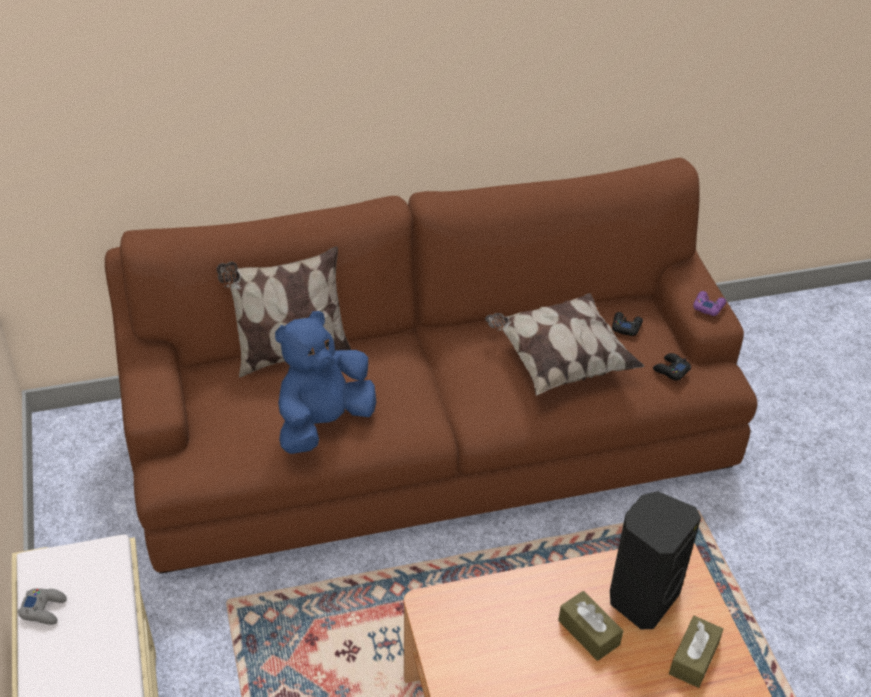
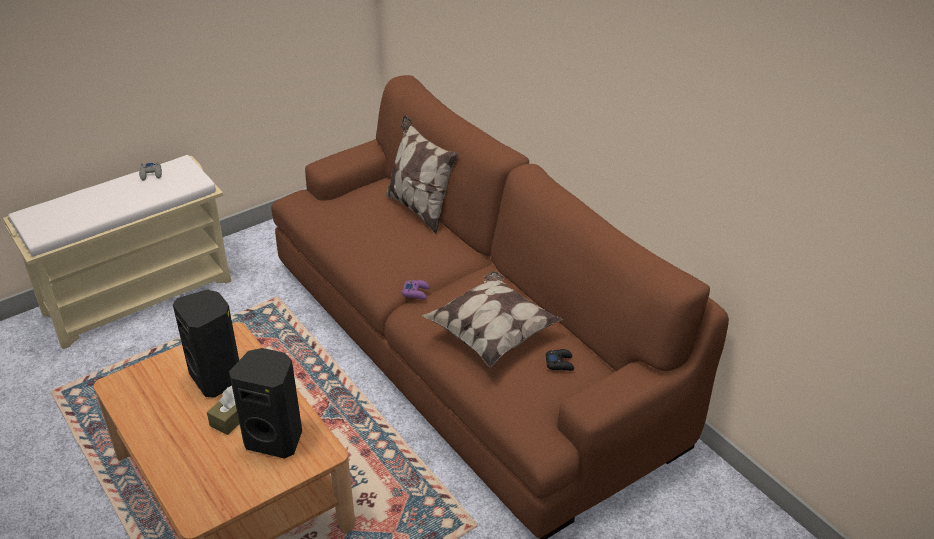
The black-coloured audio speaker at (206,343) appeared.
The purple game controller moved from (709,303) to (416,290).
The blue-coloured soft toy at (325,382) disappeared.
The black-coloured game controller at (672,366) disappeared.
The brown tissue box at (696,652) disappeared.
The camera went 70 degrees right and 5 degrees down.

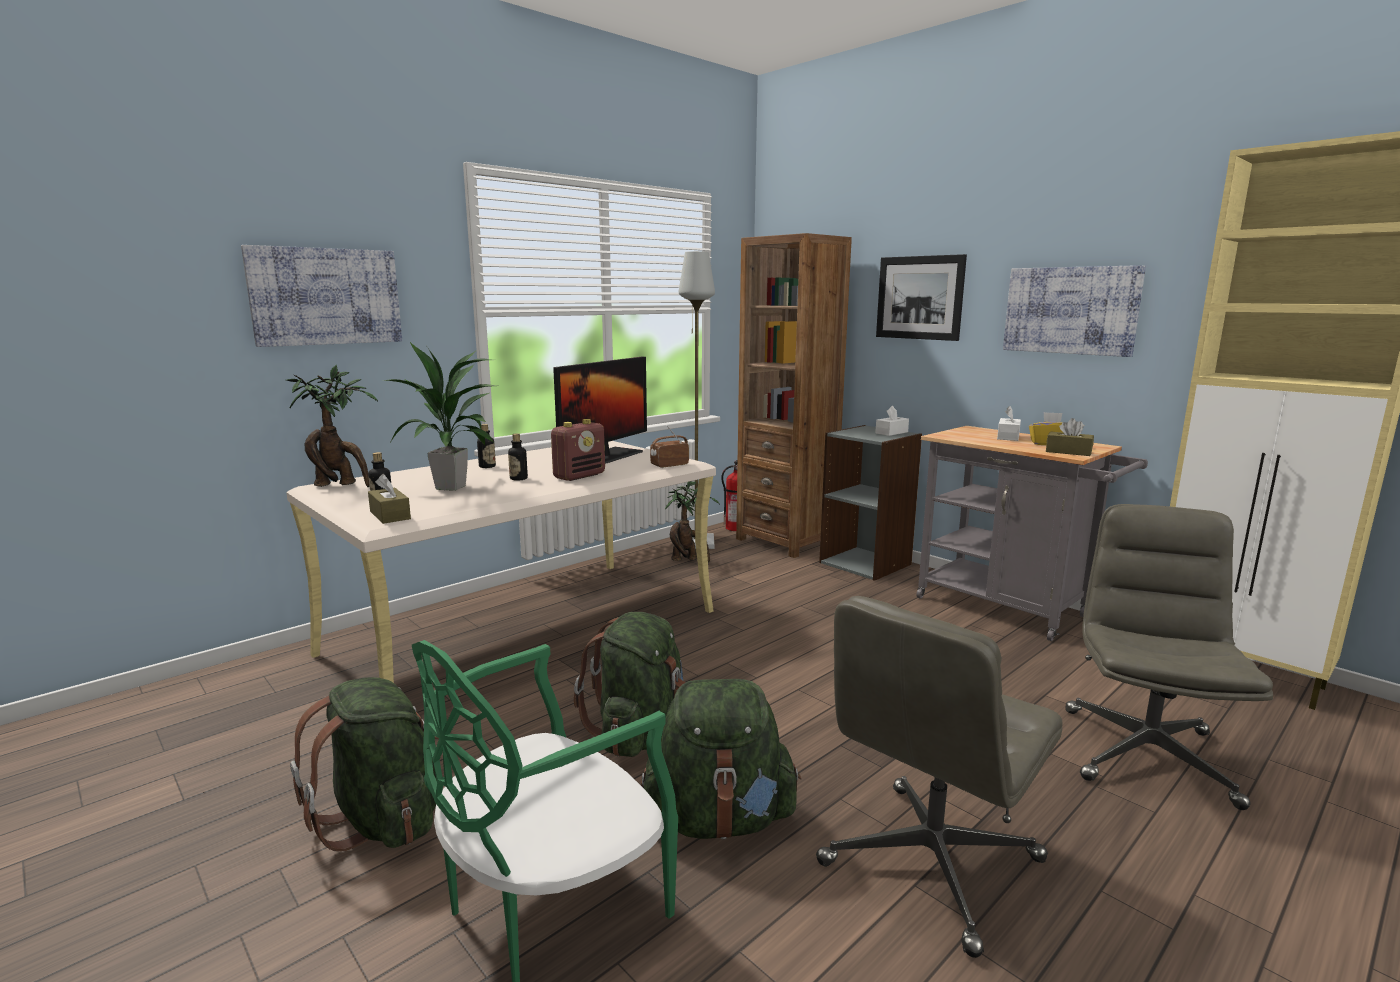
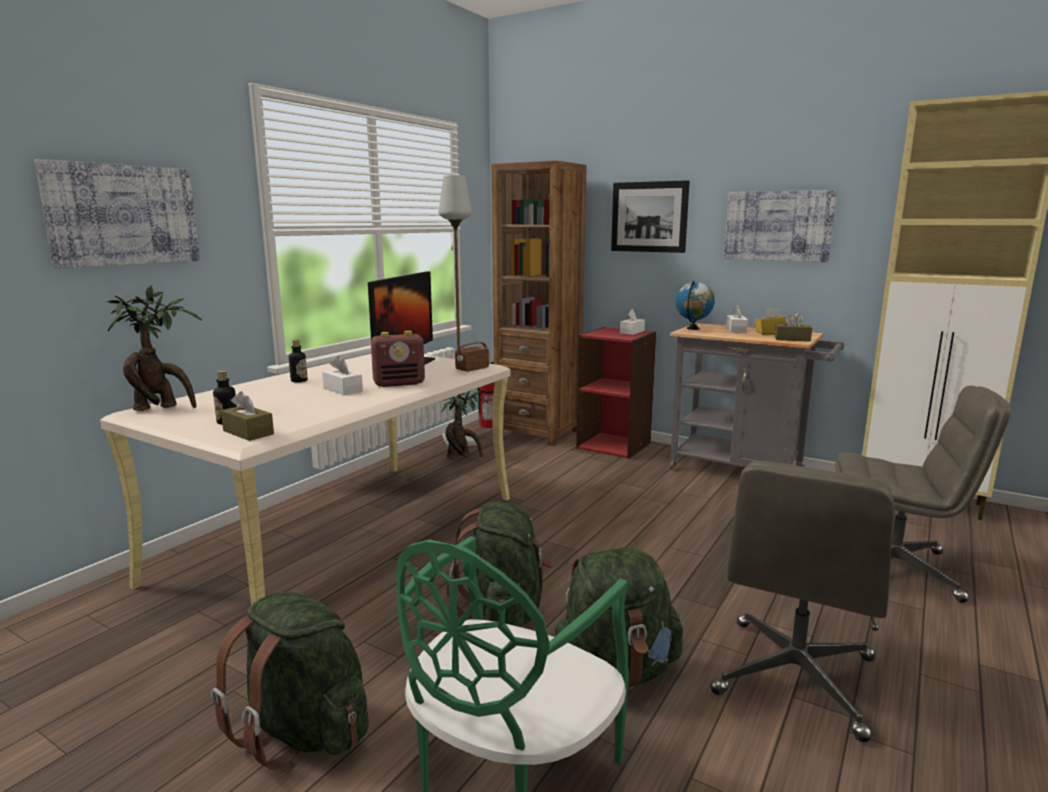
The beverage bottle at (518,457) was replaced by the whitish tissue box at (342,375).
The radio at (578,450) turned 45 degrees clockwise.
The greyish shelving unit at (870,503) became the reddish shelving unit at (616,393).
The globe at (695,305) appeared.
The greyish office chair at (1169,657) turned 105 degrees clockwise.
The plant in a pot at (438,416) disappeared.
The camera went 15 degrees left and 0 degrees up.

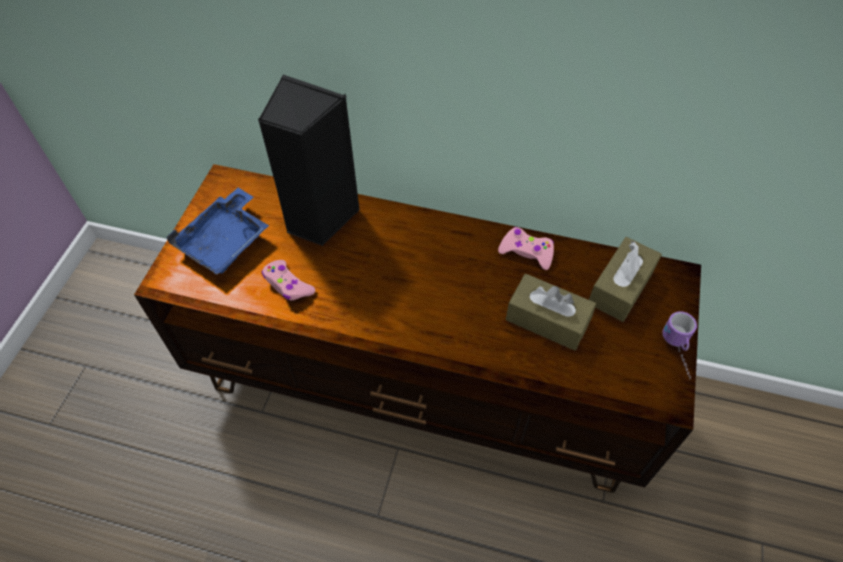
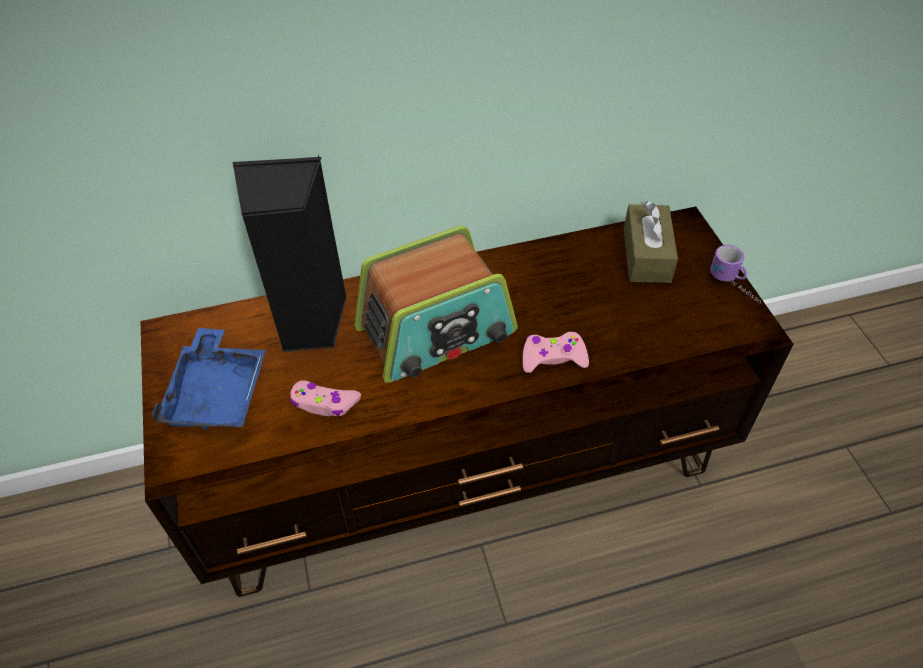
The radio at (436,304) appeared.
The pink game controller moved from (526,248) to (555,352).
The brown tissue box at (551,312) disappeared.
The camera went 30 degrees left and 5 degrees down.

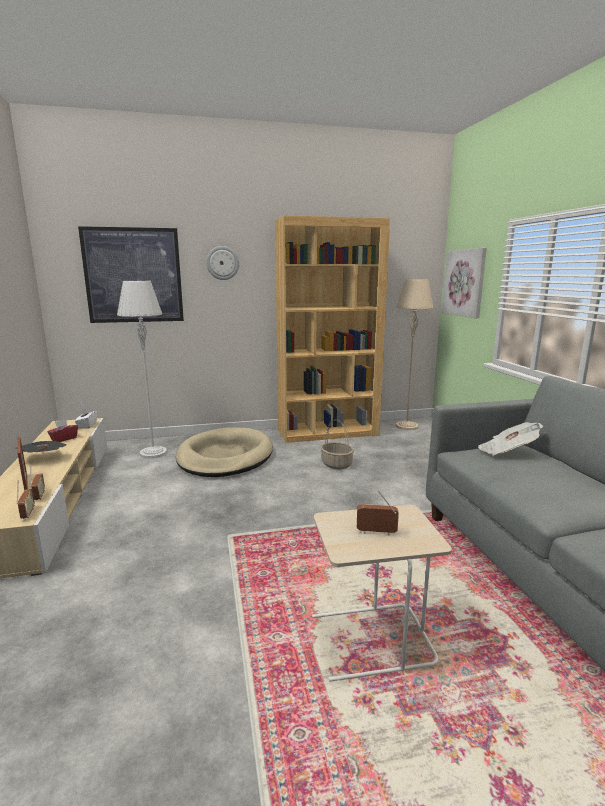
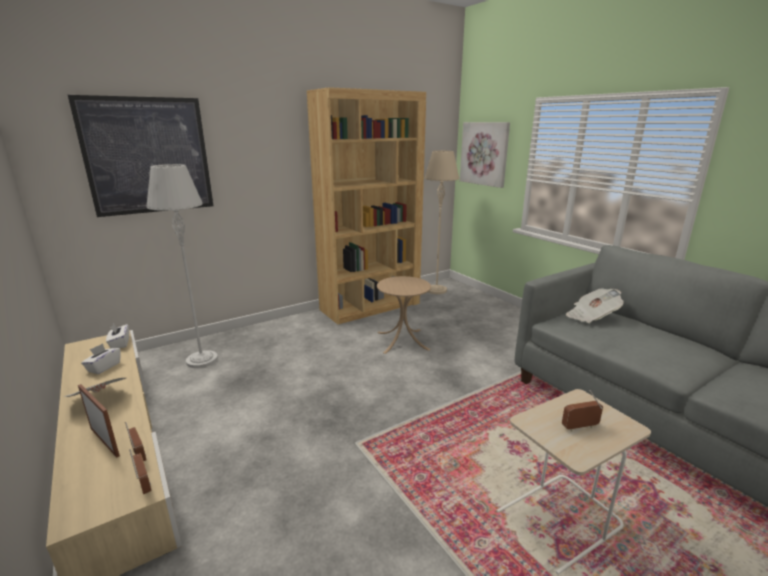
The reddish tissue box at (62,430) became the whitish tissue box at (101,358).
The household basket at (337,444) was replaced by the beige side table at (404,315).
The beige dog bed at (224,452) disappeared.
The hanging clock at (222,263) disappeared.
The camera went 20 degrees left and 5 degrees up.

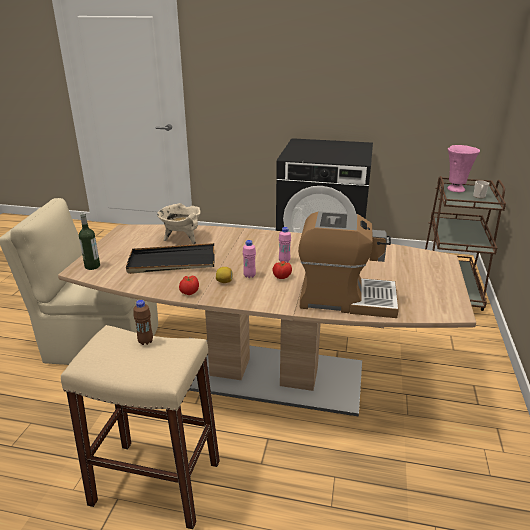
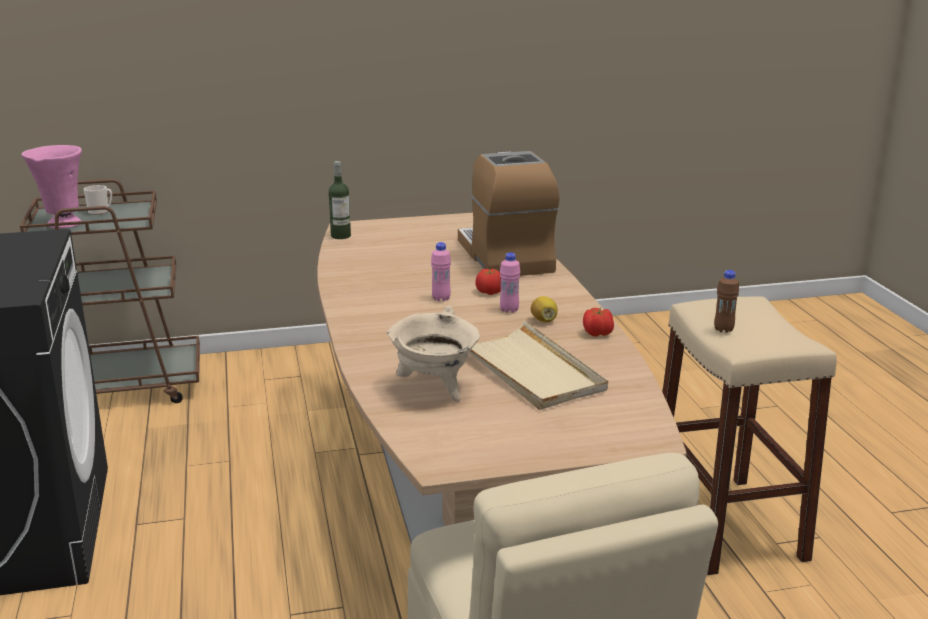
The beverage bottle moved from (89,241) to (340,200).
The black-coloured carrying tray at (170,258) became the beige carrying tray at (538,365).
The camera went 115 degrees left and 5 degrees down.

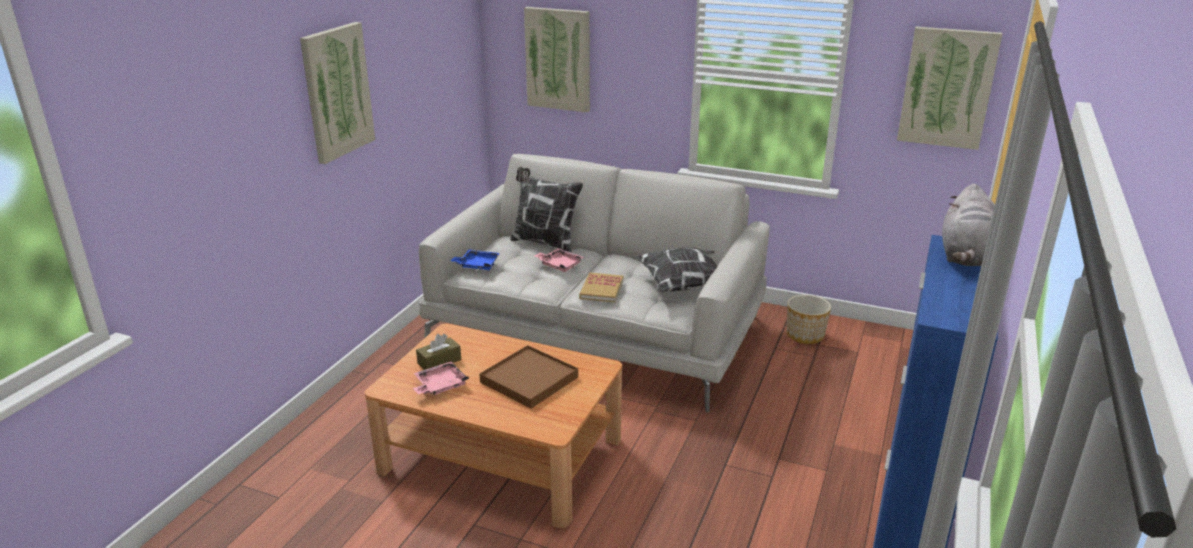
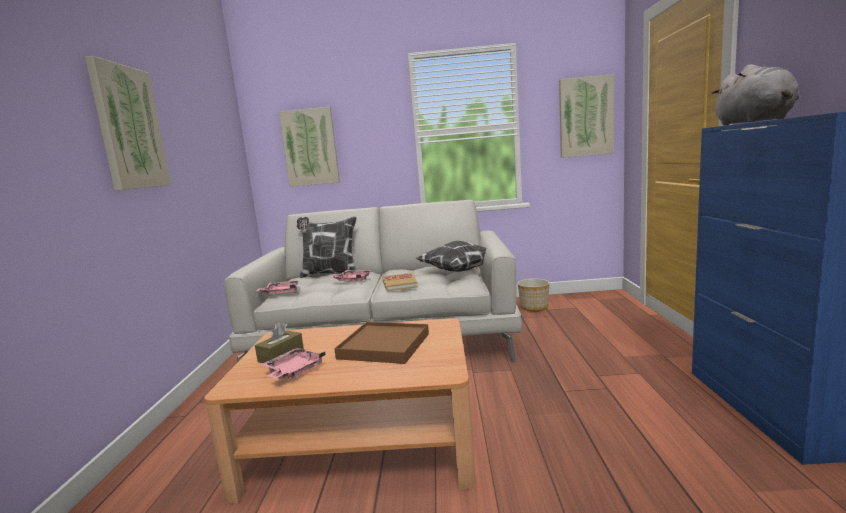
The blue-coloured carrying tray at (475,259) became the pink carrying tray at (278,287).
The camera went 20 degrees left and 15 degrees down.

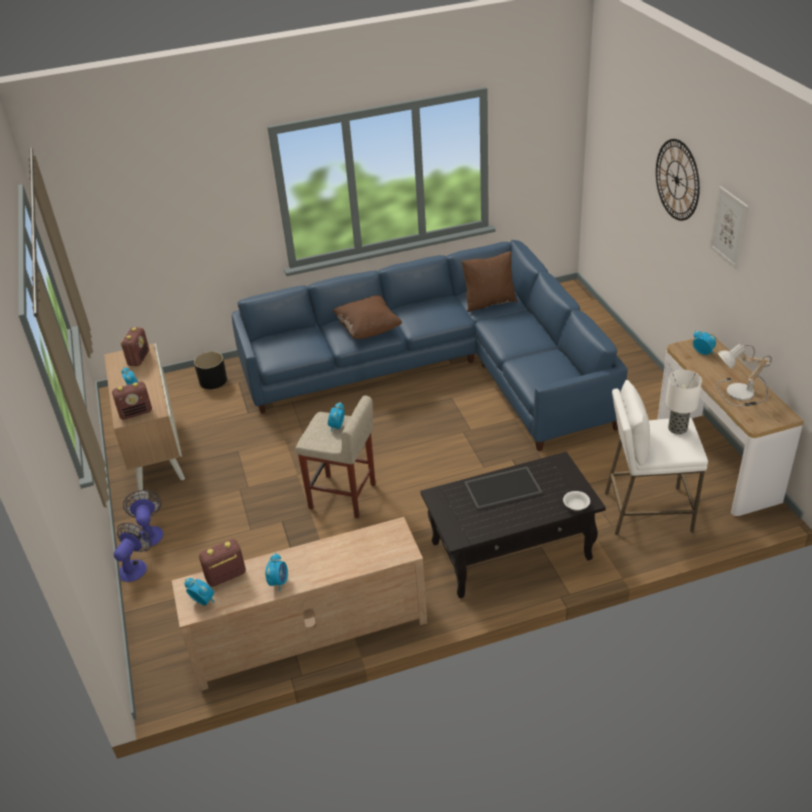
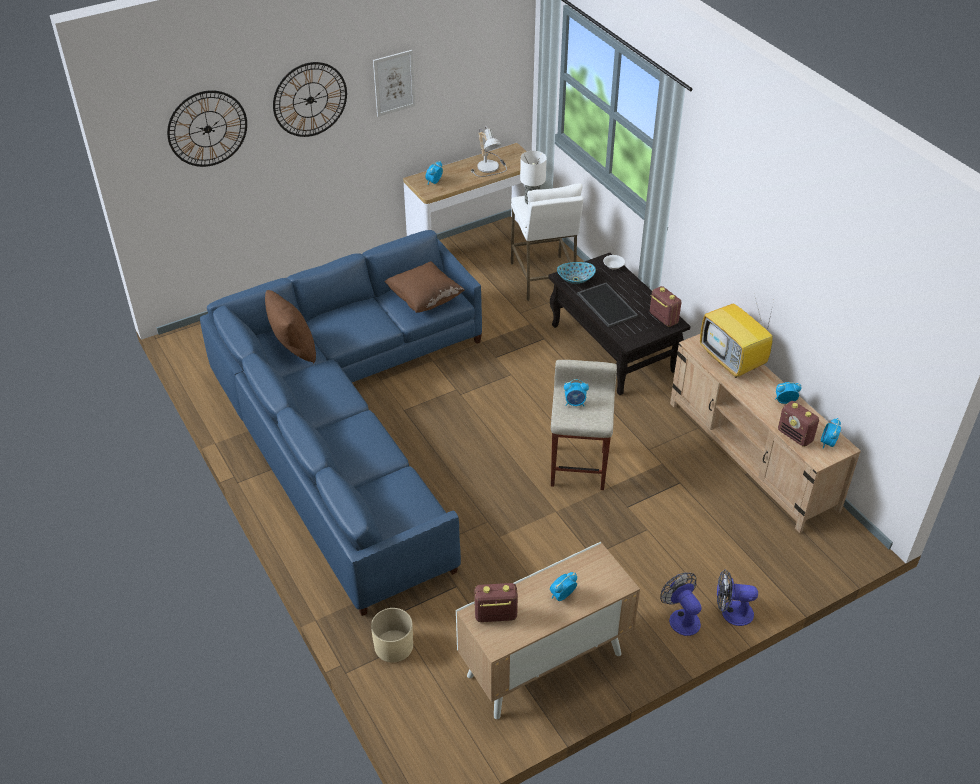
The hanging clock at (207,128) appeared.
The black-coloured plant pot at (210,370) became the beige plant pot at (392,635).
The brown throw pillow moved from (367,317) to (424,287).
The serving bowl at (576,273) appeared.
The radio moved from (132,401) to (665,306).
The fan at (143,518) turned 90 degrees clockwise.
The television at (736,338) appeared.
The camera went 105 degrees left and 5 degrees up.

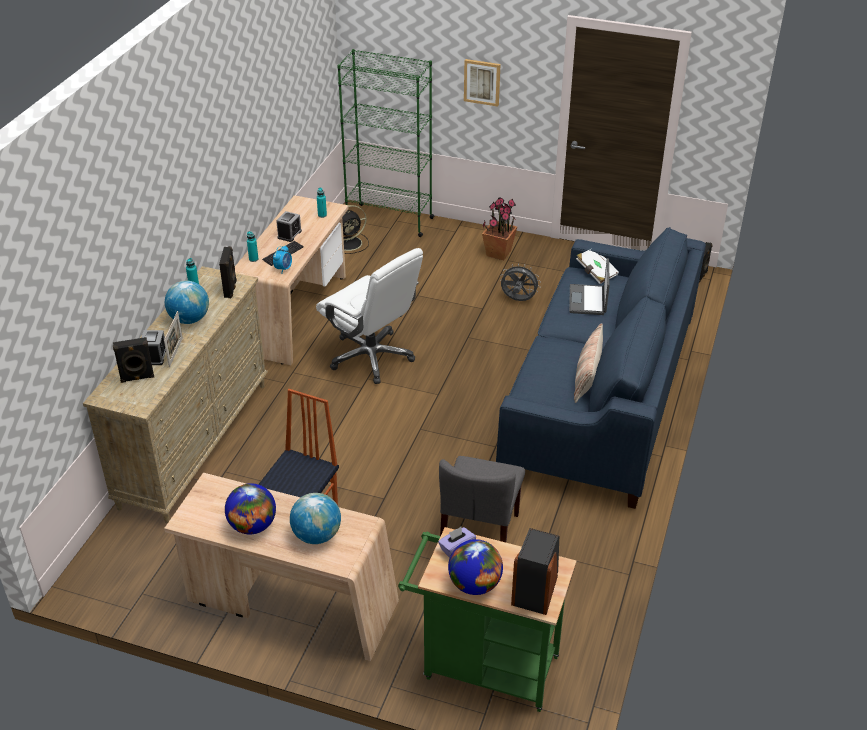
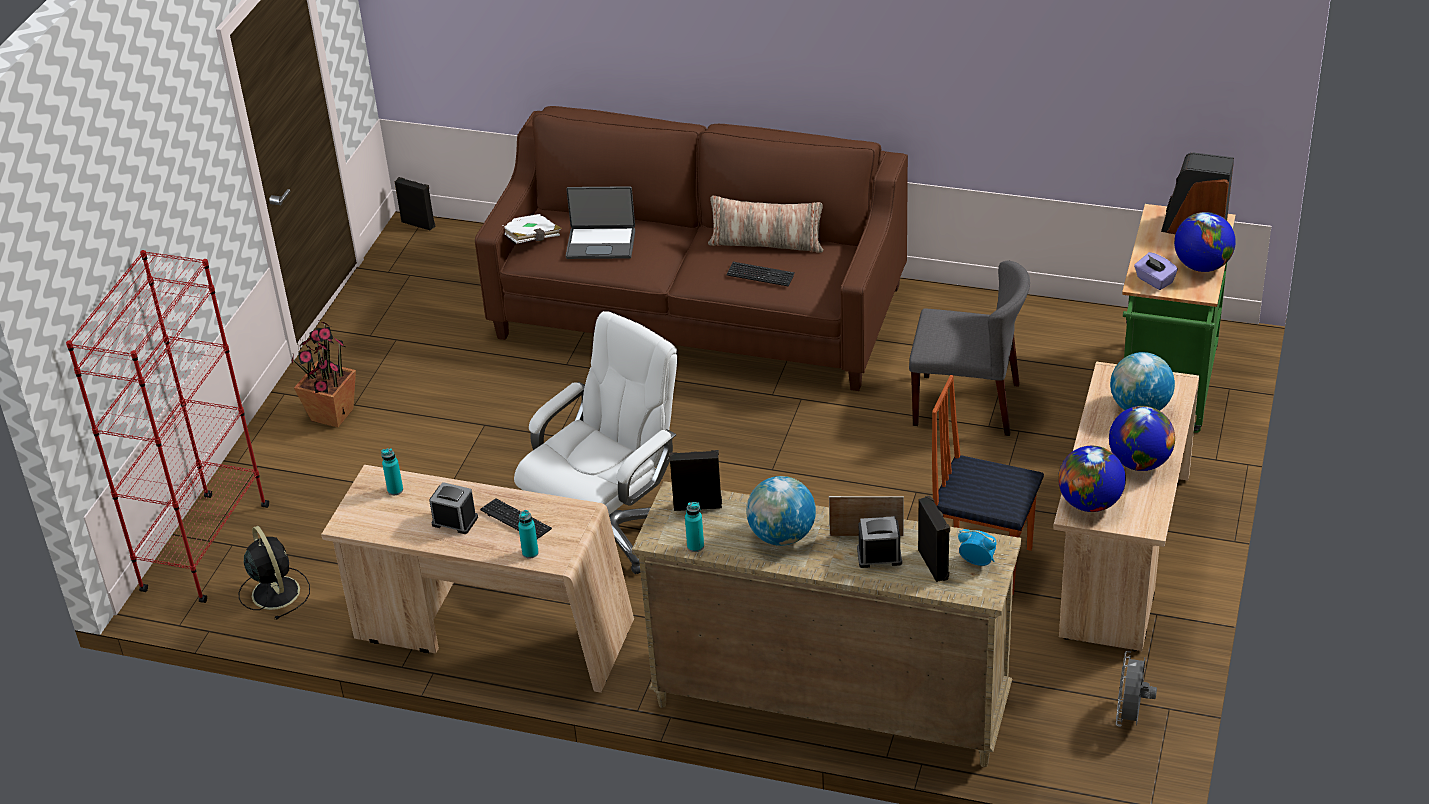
The green shelving unit at (385,143) became the reddish shelving unit at (167,426).
The blue-coloured settee at (601,368) became the brown settee at (691,248).
The keyboard at (760,274) appeared.
The table clock moved from (282,259) to (977,547).
The globe at (1092,479) appeared.
The greyish fan moved from (520,282) to (1136,689).
The wall art at (482,82) disappeared.
The camera went 90 degrees left and 0 degrees up.

